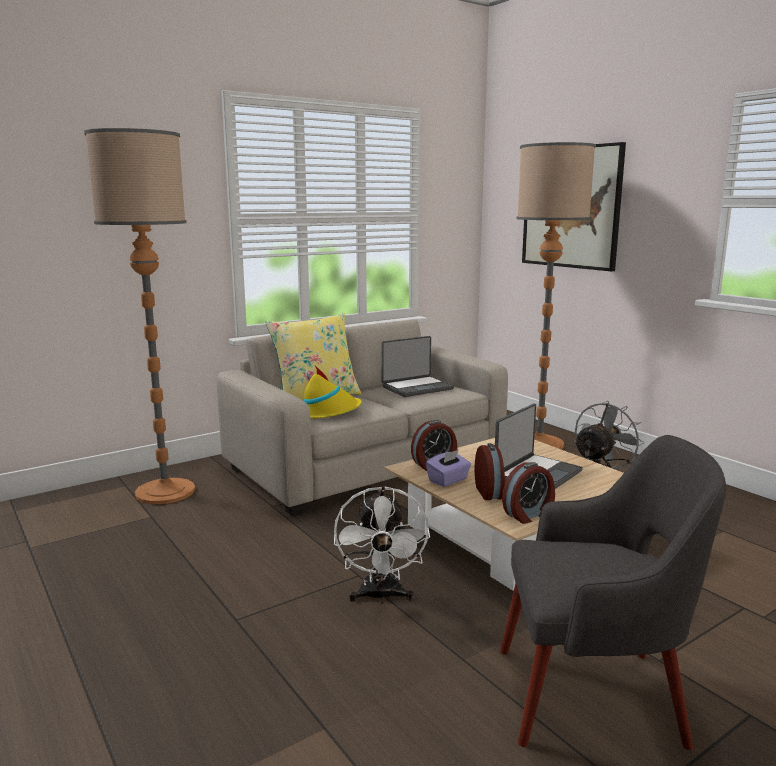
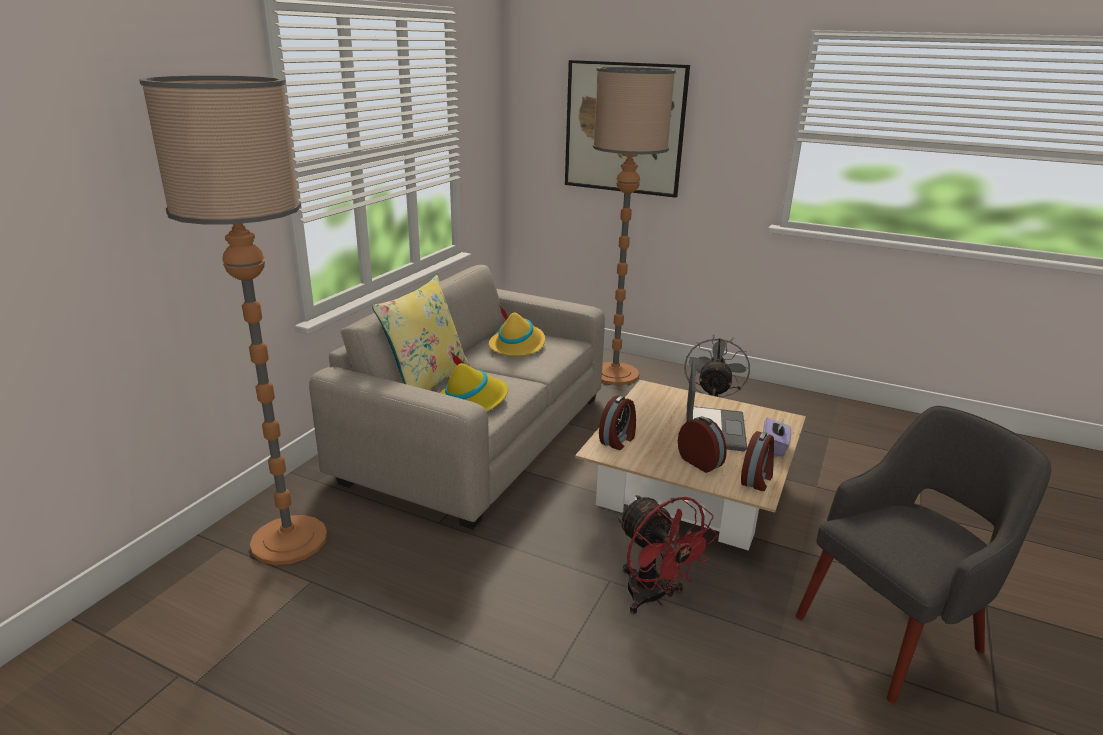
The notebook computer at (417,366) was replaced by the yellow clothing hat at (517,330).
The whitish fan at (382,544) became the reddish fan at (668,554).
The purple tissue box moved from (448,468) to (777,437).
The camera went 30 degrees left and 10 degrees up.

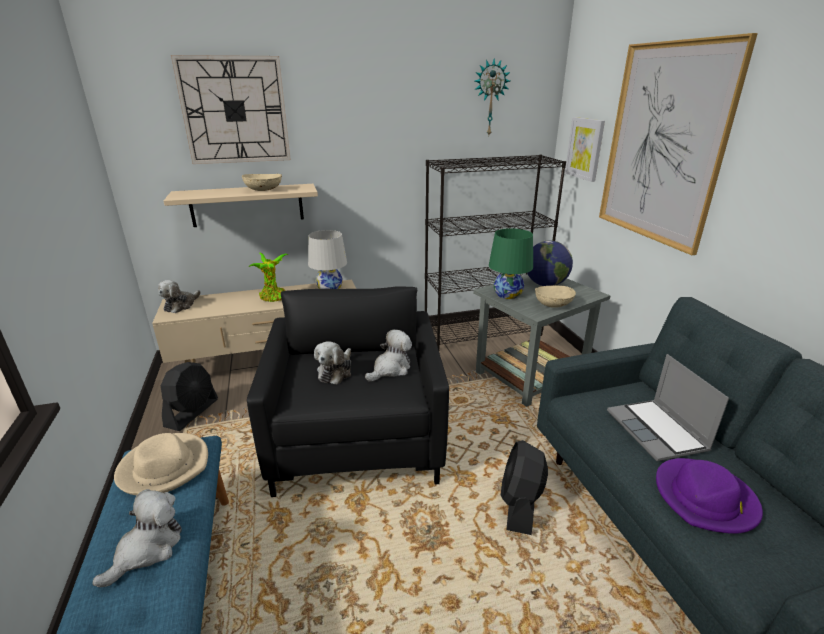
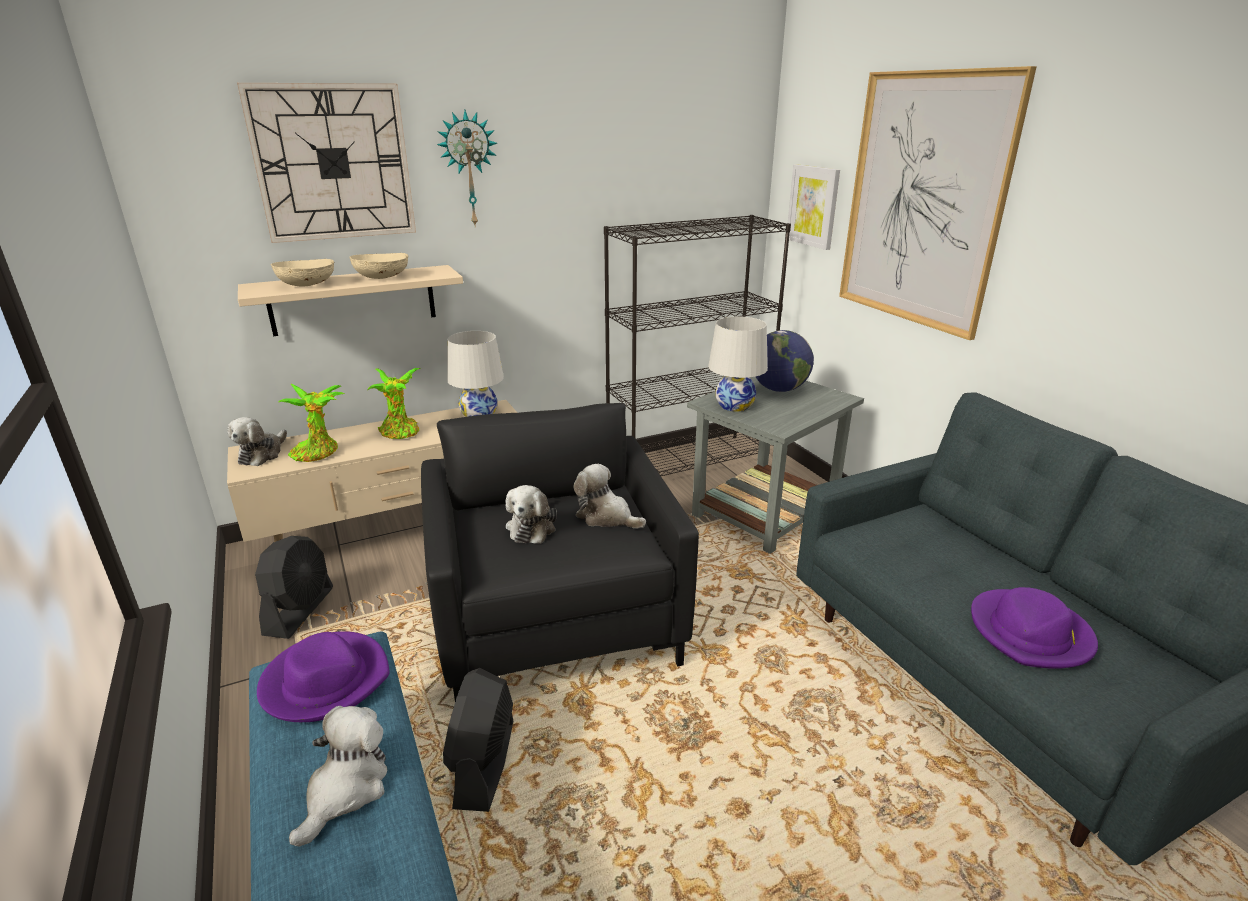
The beige clothing hat at (161,464) became the purple clothing hat at (323,676).
The beige serving bowl moved from (555,297) to (302,272).
The plant in a pot at (312,423) appeared.
The hanging clock moved from (492,97) to (467,167).
The black-coloured fan moved from (524,487) to (478,740).
The soft toy at (388,355) turned 90 degrees counterclockwise.
The green table lamp at (511,263) became the whitish table lamp at (738,364).
The notebook computer at (668,407) disappeared.
The camera went 10 degrees left and 0 degrees up.

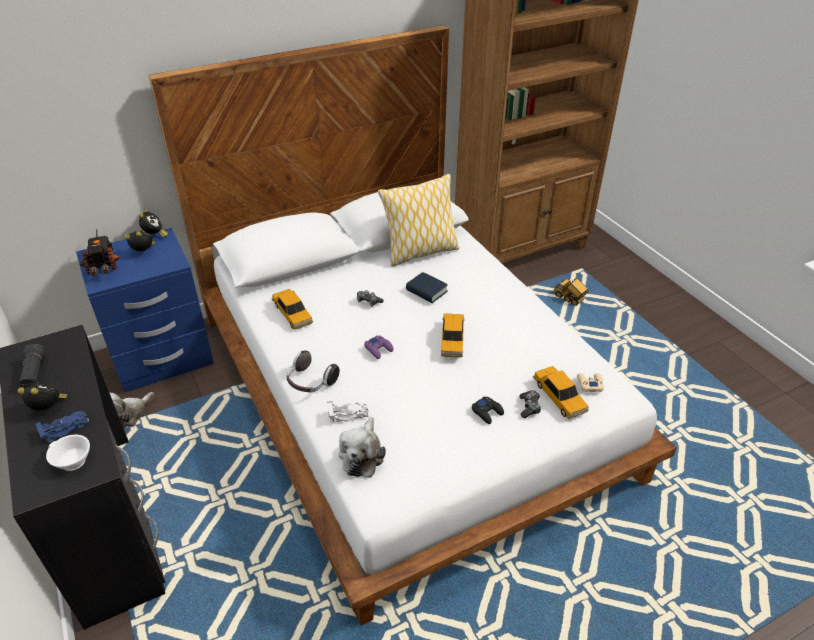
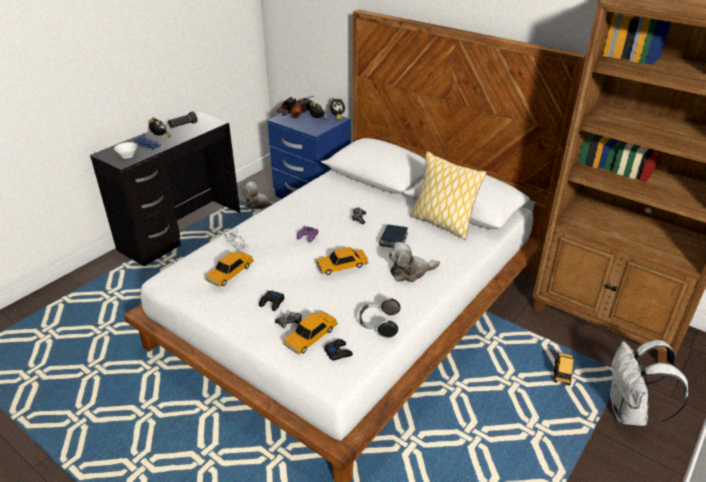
The model car moved from (292,309) to (229,269).
The beige game controller at (590,382) became the black-coloured game controller at (338,349).
The headset moved from (313,371) to (379,317).
The soft toy moved from (362,447) to (414,262).
The whitish rucksack at (649,383) appeared.
The camera went 65 degrees right and 5 degrees down.

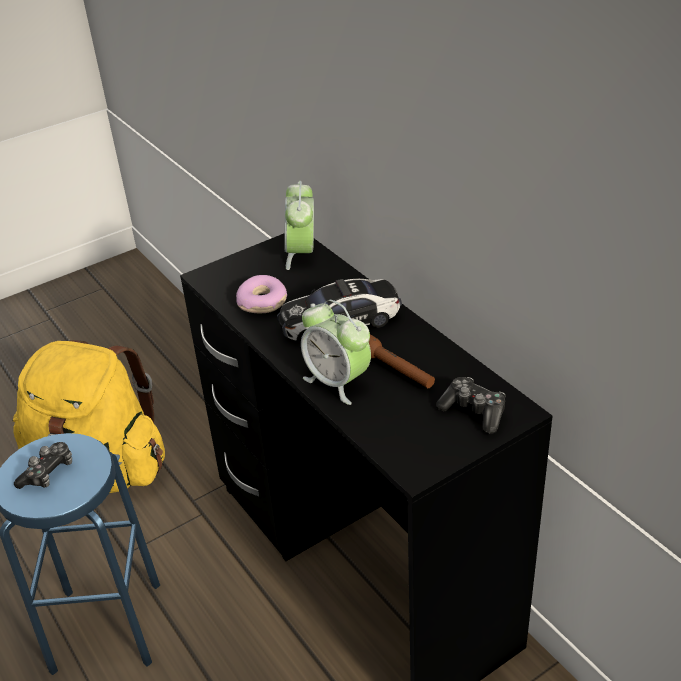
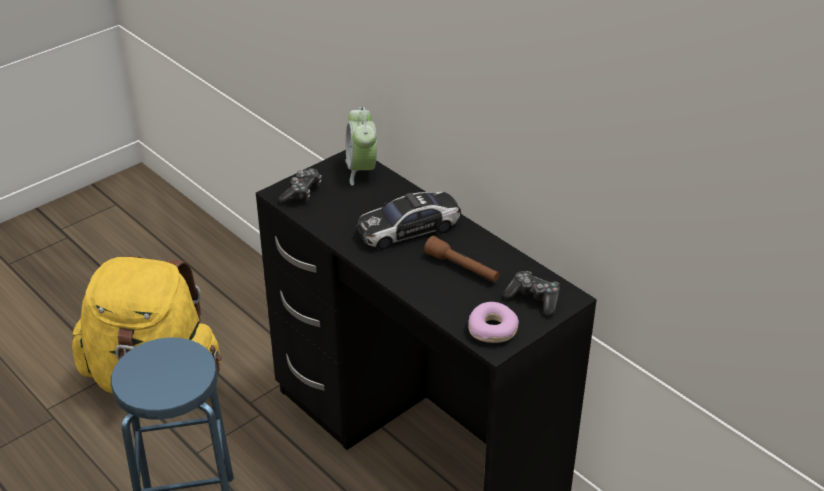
The game controller moved from (43,465) to (300,186).
The ring doughnut moved from (261,294) to (493,322).
The table clock at (336,352) disappeared.
The camera went 10 degrees left and 0 degrees up.

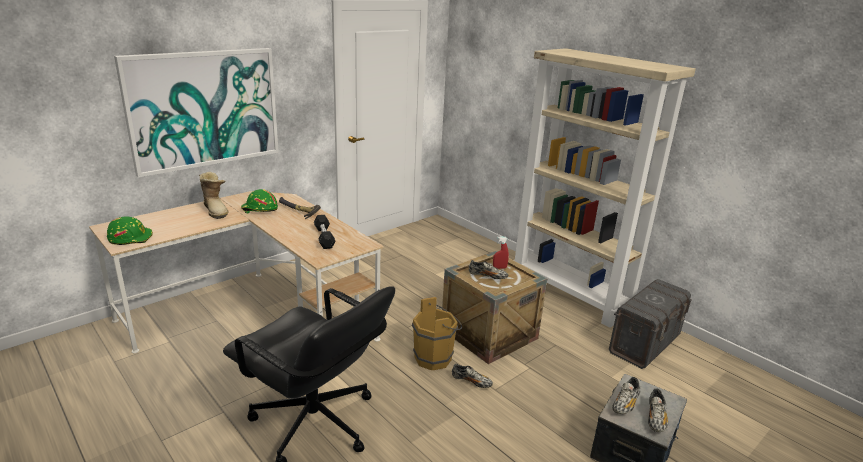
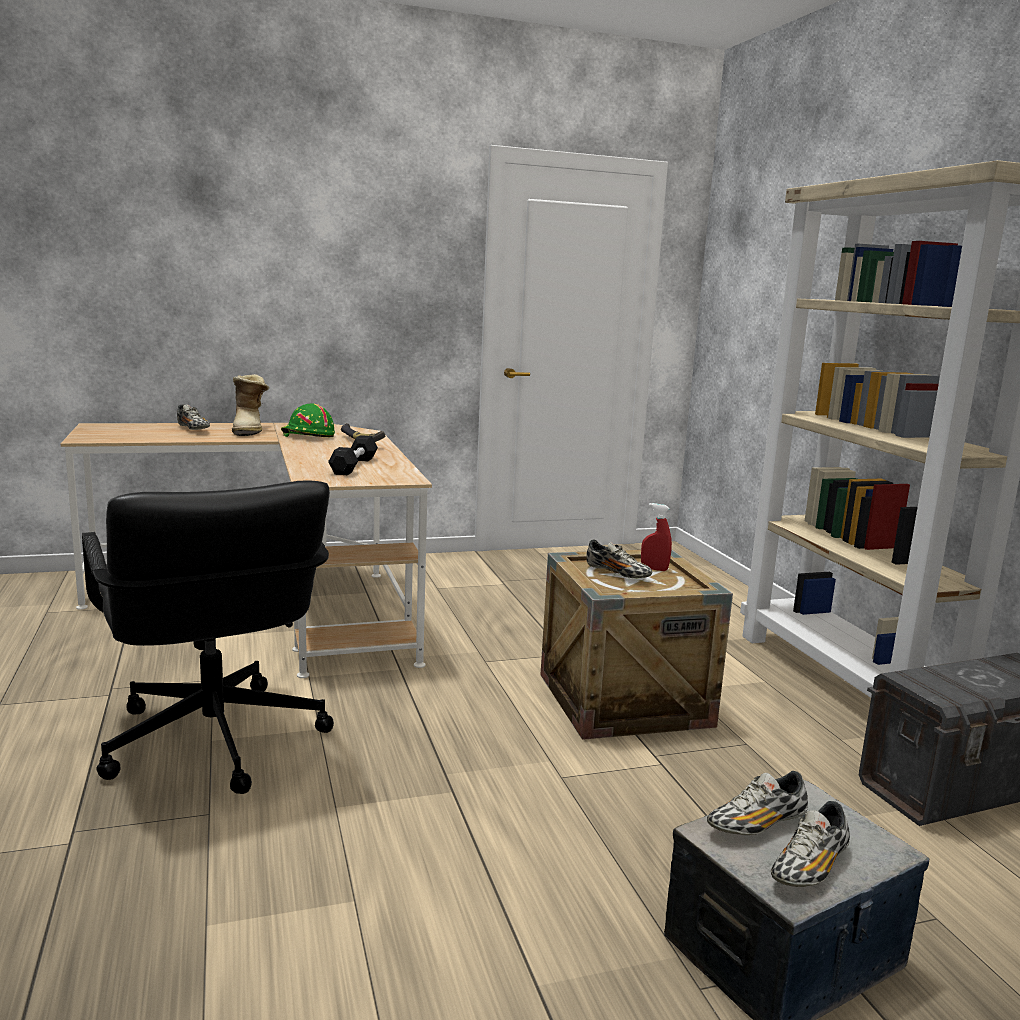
The low shoe moved from (472,375) to (193,417).
The green hard hat at (130,230) disappeared.
The wall art at (196,113) disappeared.
The brown pail at (437,333) disappeared.
The camera went 25 degrees right and 10 degrees down.

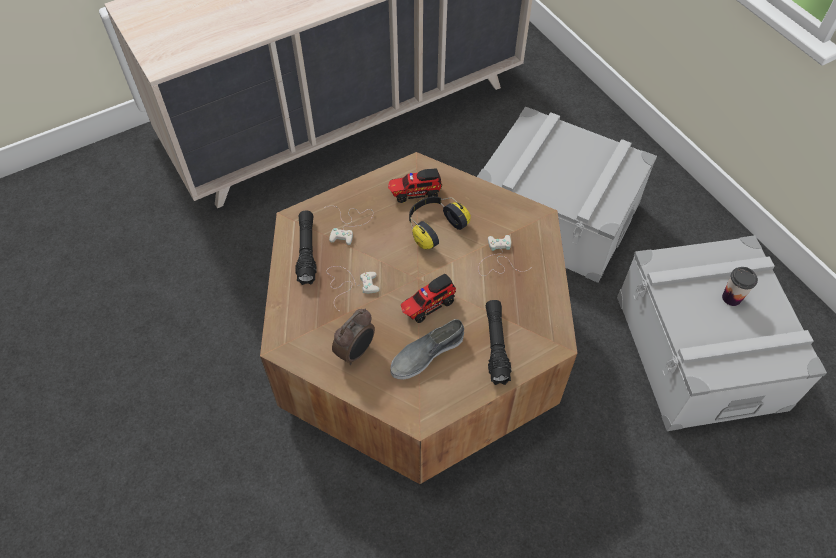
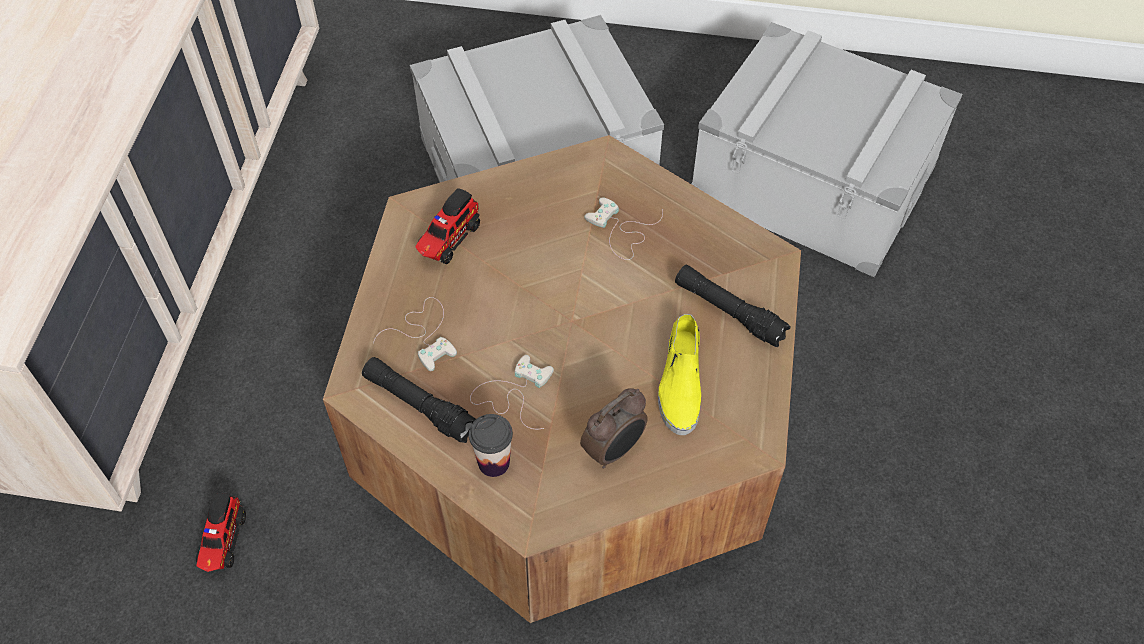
The toy lorry moved from (428,298) to (221,532).
The drinking cup moved from (740,286) to (491,445).
The table clock at (353,336) turned 60 degrees clockwise.
The greyish low shoe at (427,349) became the yellow low shoe at (679,374).
The headset at (440,222) disappeared.
The camera went 50 degrees left and 0 degrees up.

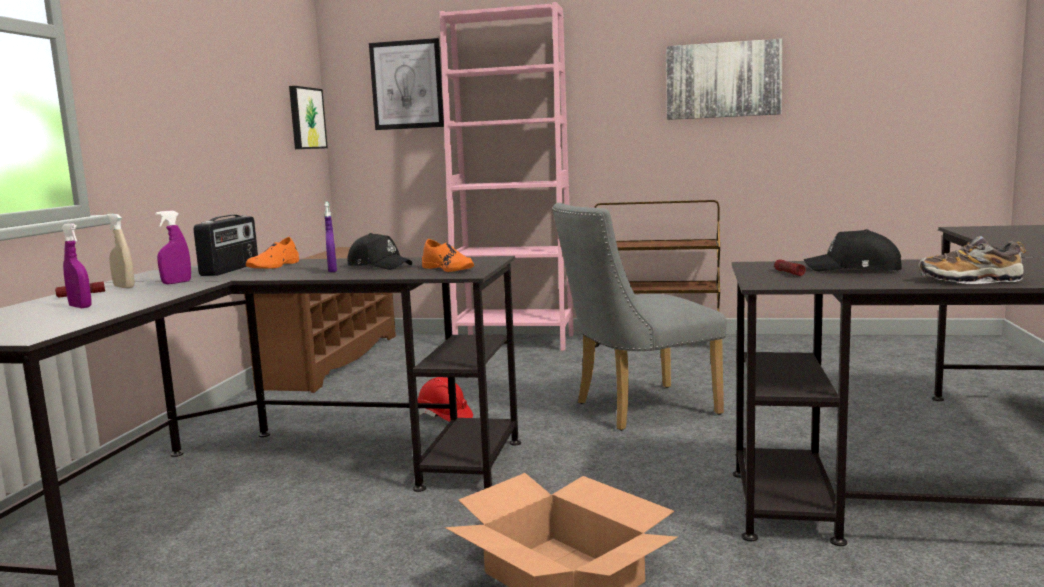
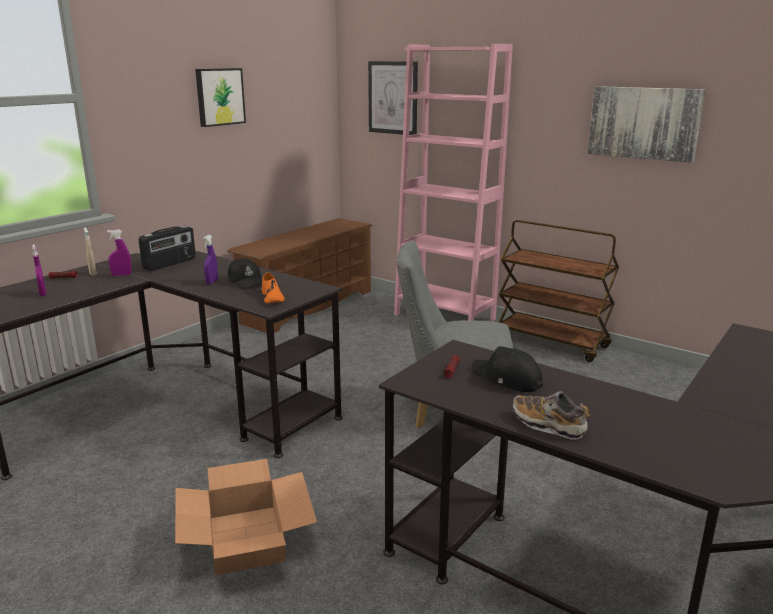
The wall art moved from (308,117) to (220,97).
The orangey low shoe at (272,253) disappeared.
The reddish hard hat at (445,399) disappeared.
The camera went 25 degrees right and 10 degrees up.

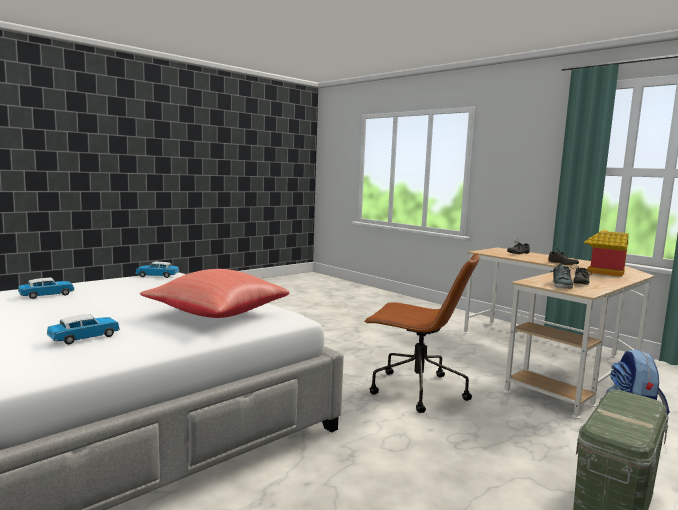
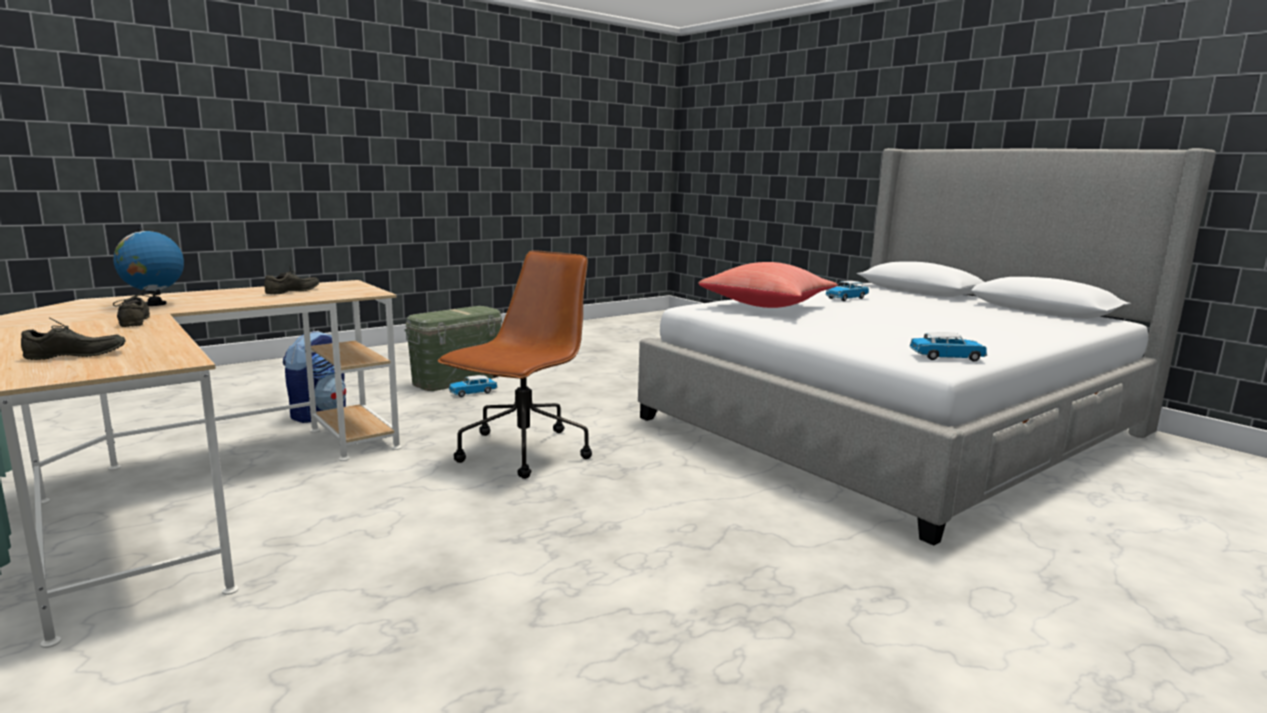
The miniature house at (606,253) was replaced by the globe at (148,266).
The brown office chair at (422,333) turned 90 degrees clockwise.
The model car moved from (46,288) to (472,386).
The low shoe at (563,276) disappeared.
The camera went 175 degrees left and 5 degrees up.

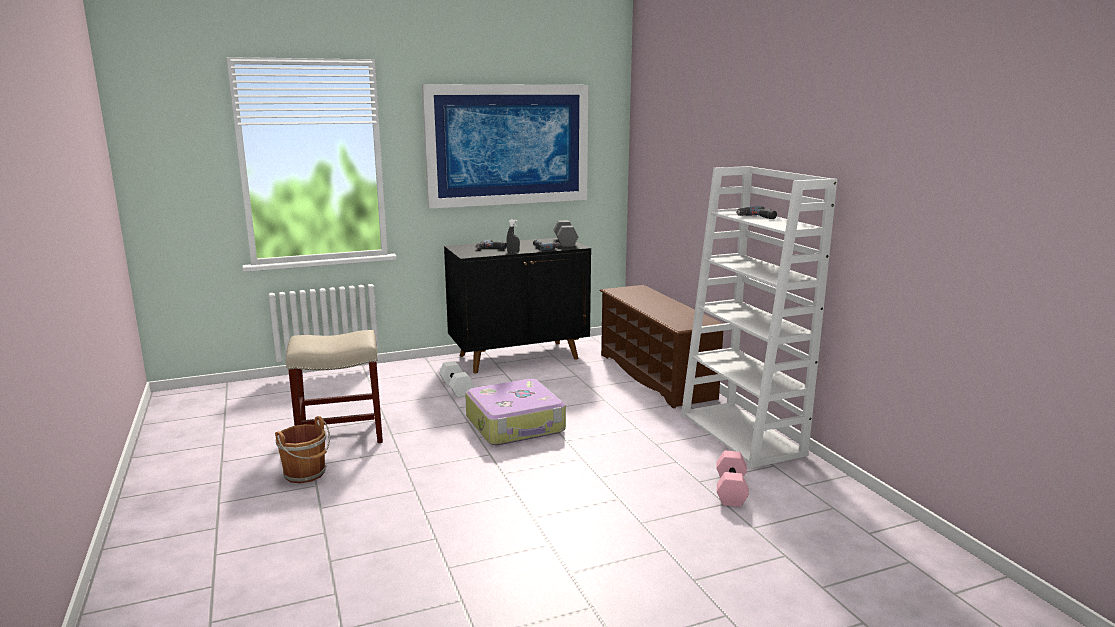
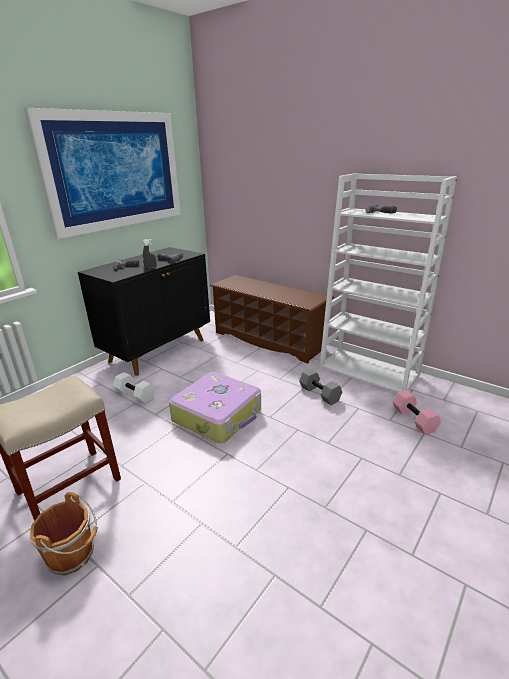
The greyish hand weight moved from (566,233) to (320,387).
The camera went 30 degrees left and 10 degrees up.

